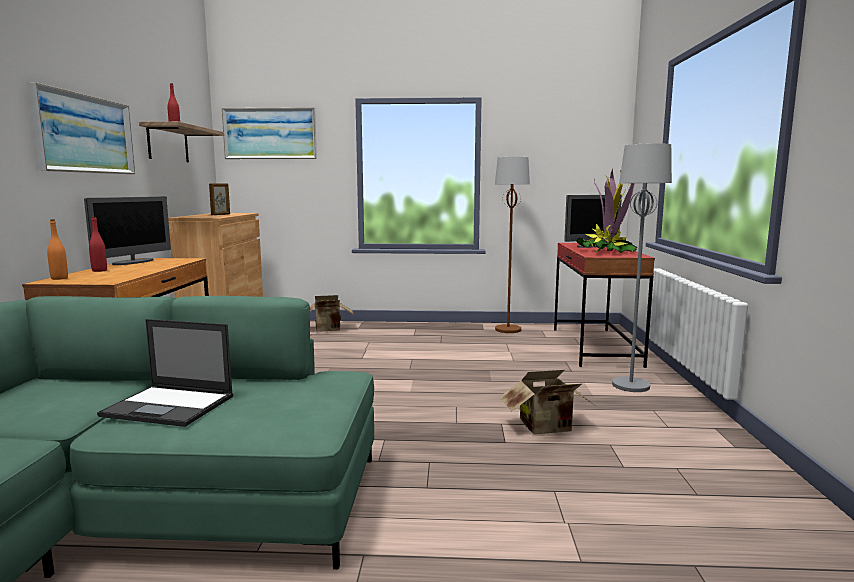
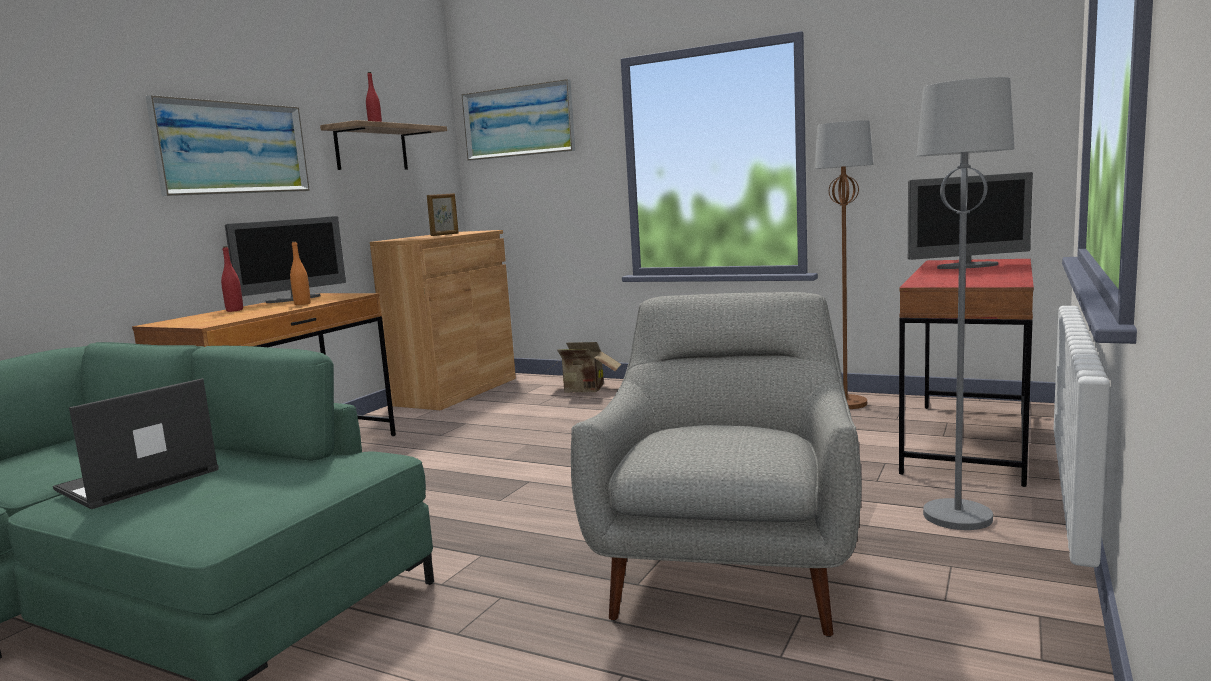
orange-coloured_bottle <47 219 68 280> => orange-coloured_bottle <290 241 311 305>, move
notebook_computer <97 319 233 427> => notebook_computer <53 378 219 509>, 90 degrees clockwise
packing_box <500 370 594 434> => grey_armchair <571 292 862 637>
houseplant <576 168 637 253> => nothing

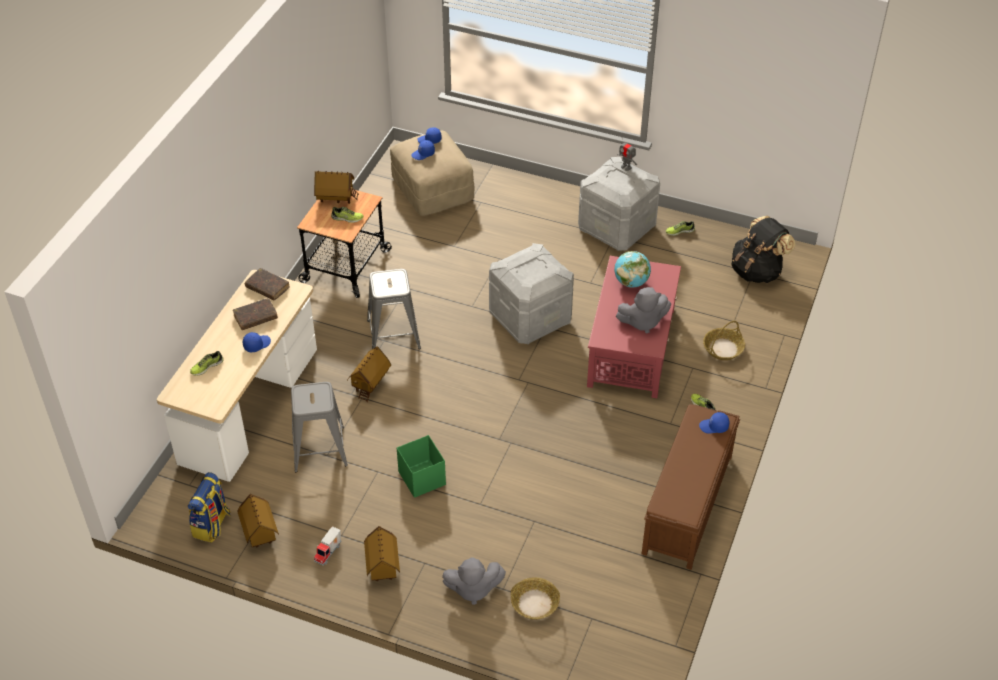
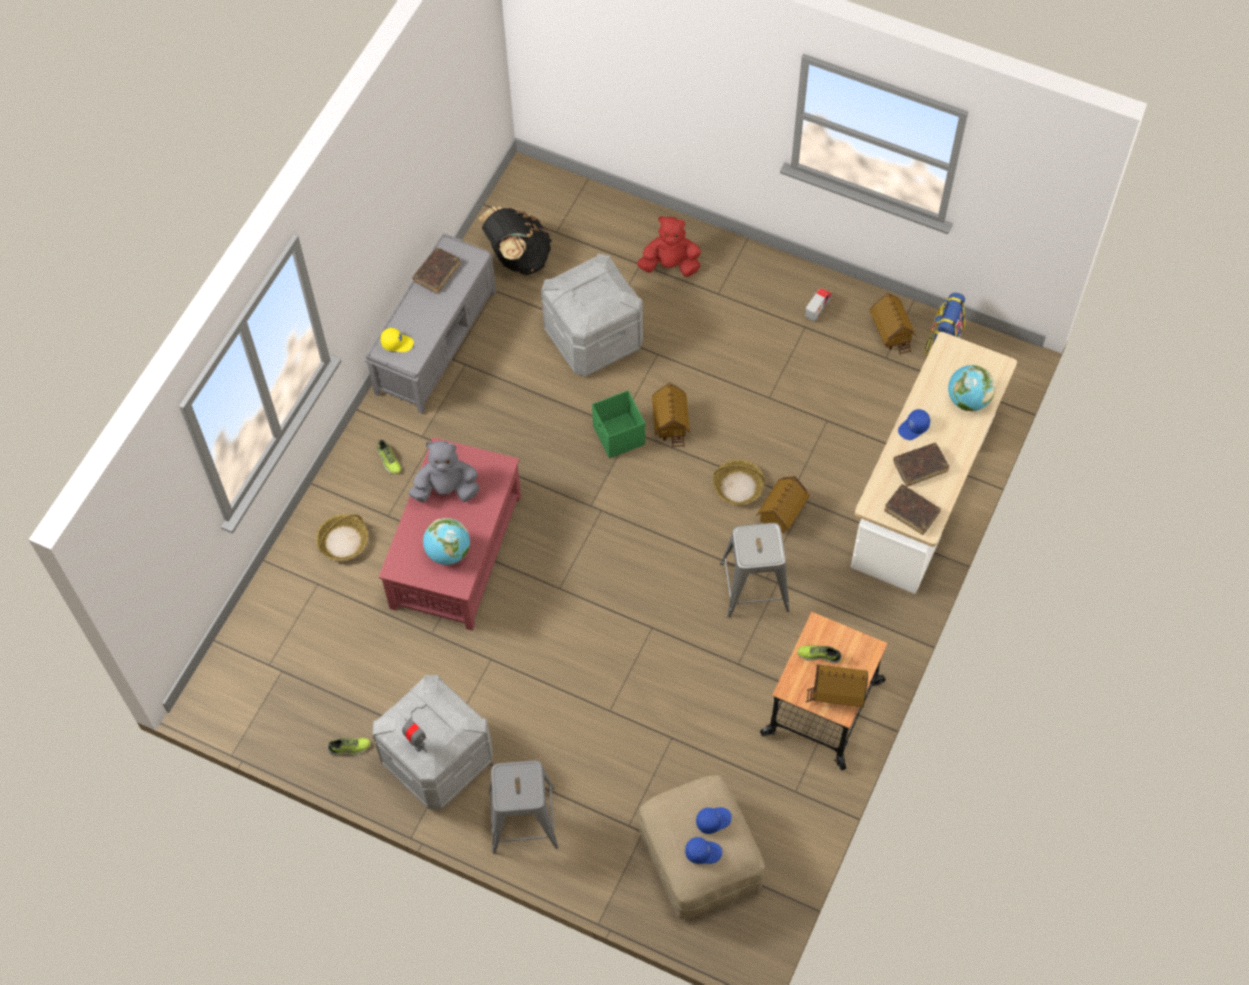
item_of_footwear <190 351 224 376> => globe <948 365 995 411>
grey_stool_seat <291 382 348 472> => grey_stool_seat <489 761 558 854>, move
toy_house <364 526 400 581> => toy_house <652 383 690 448>, move
green-coloured_storage_bin <397 435 446 498> => green-coloured_storage_bin <592 390 645 458>, move
grey_plush_toy <442 557 506 605> => red-coloured_plush_toy <637 216 701 277>
grey_storage_bin <489 243 574 344> => grey_storage_bin <541 254 643 376>, move
basket <511 577 560 620> => basket <713 459 765 505>, move
brown-coloured_long_seat <642 404 740 570> => grey_long_seat <365 233 496 414>
bluish_peaked_cap <699 412 729 433> => yellowish_peaked_cap <381 328 414 352>
blackish_rucksack <732 216 795 283> => blackish_rucksack <478 206 552 275>, move
nothing => brown-coloured_book <413 248 460 294>

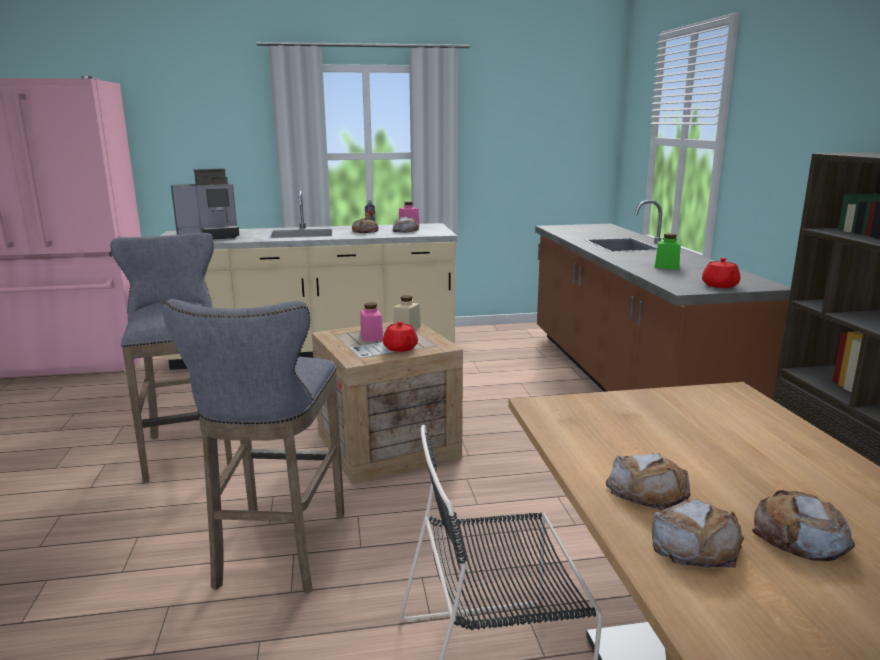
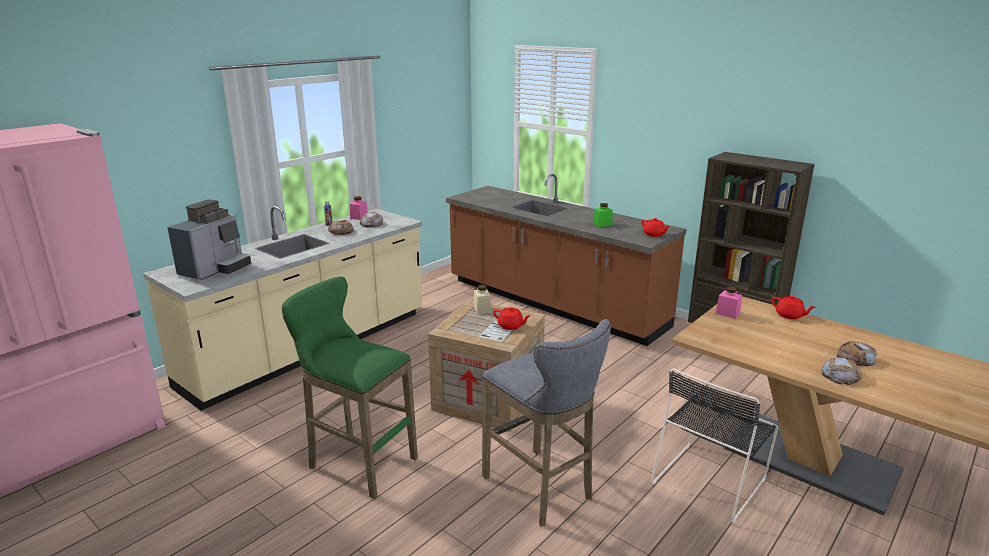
grey_stool_seat <111 233 232 483> => green-coloured_stool_seat <282 276 418 499>
pinkish_preserve_jar <361 302 383 342> => pinkish_preserve_jar <716 286 742 319>, move
bakery_bread <606 453 690 510> => nothing
nothing => red-coloured_teapot <771 296 815 319>

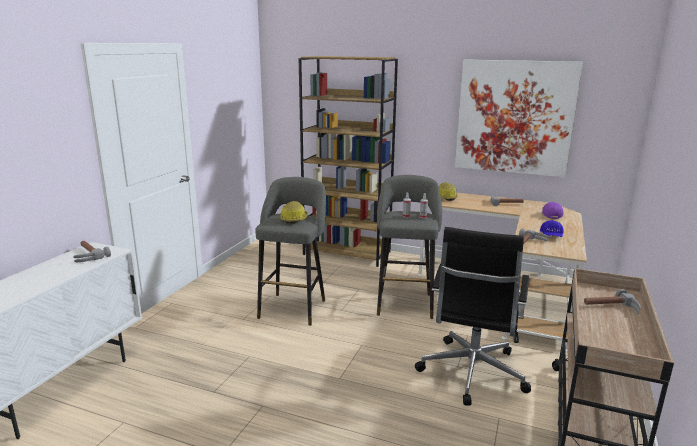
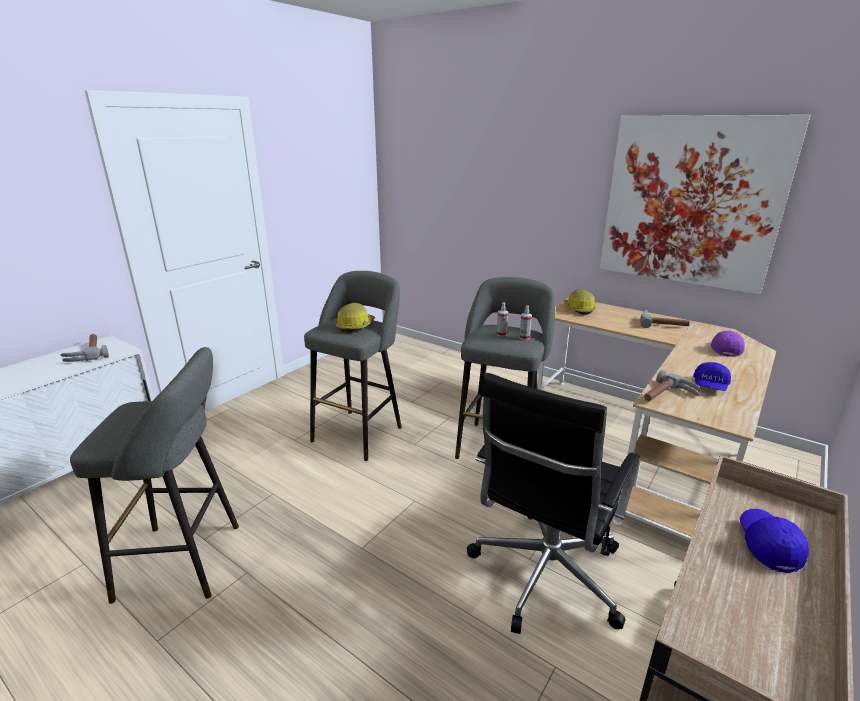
brown-coloured_bookshelf <299 56 398 267> => nothing
hand_hammer <584 289 641 314> => bluish_peaked_cap <740 509 809 573>
nothing => grey_stool_seat <70 347 239 604>

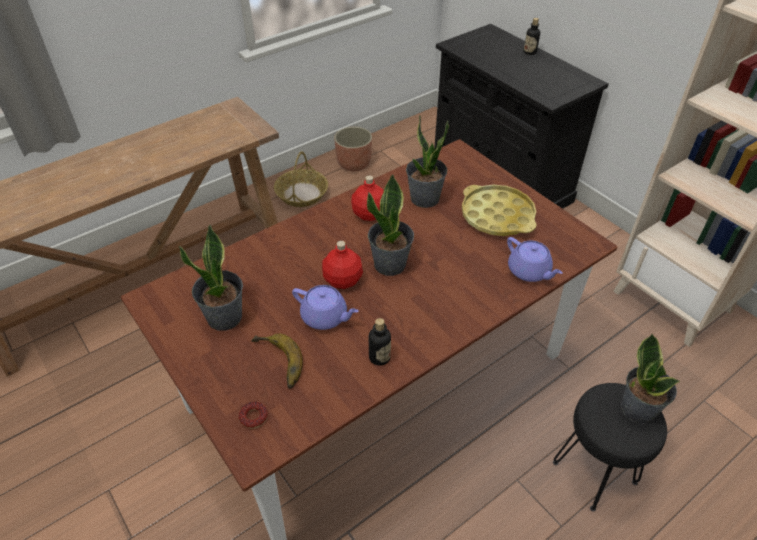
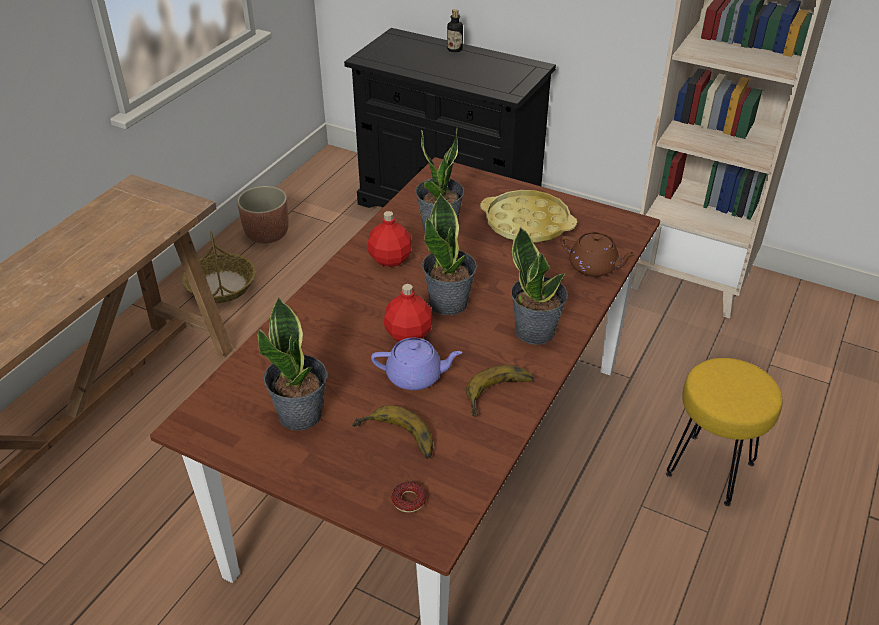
bottle <369 318 391 366> => banana <466 365 534 417>
purple-coloured_teapot <507 237 563 282> => brown-coloured_teapot <561 232 637 277>
blackish_stool_seat <553 383 667 512> => yellowish_stool_seat <666 358 783 506>
houseplant <621 334 679 424> => houseplant <511 227 568 345>, move

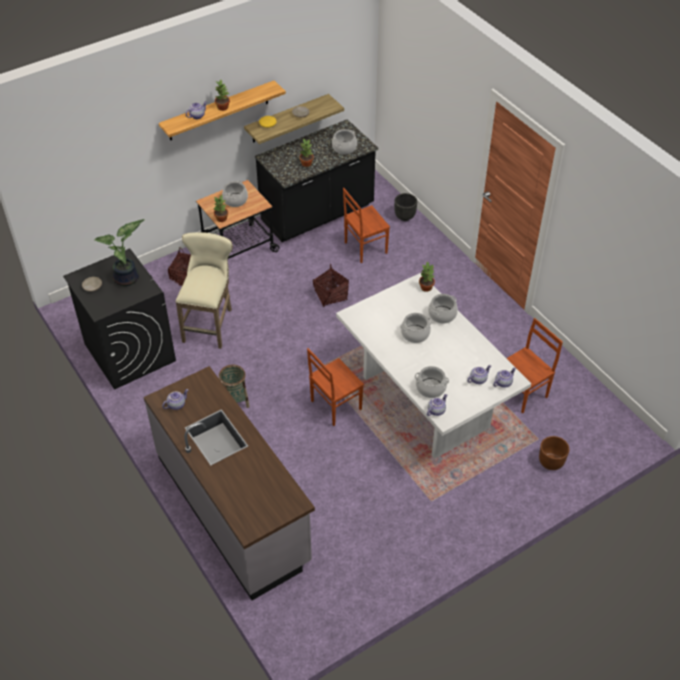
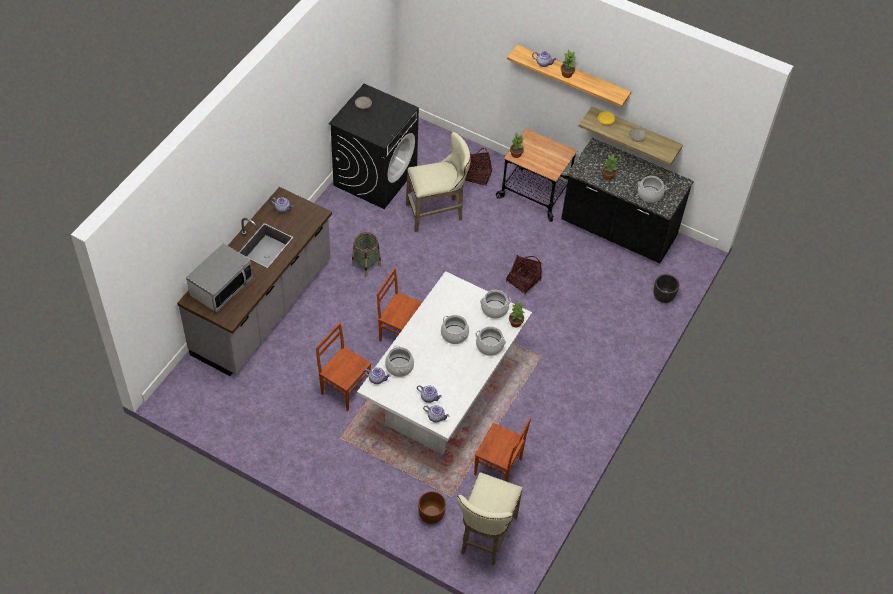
houseplant <94 219 145 286> => nothing
stockpot <222 181 248 207> => stockpot <480 290 511 319>, move
brown-coloured_upright_chair <343 188 390 263> => brown-coloured_upright_chair <316 322 371 411>, move
nothing => kitchen_microwave <186 243 253 313>
nothing => beige-coloured_stool_seat <457 472 523 565>

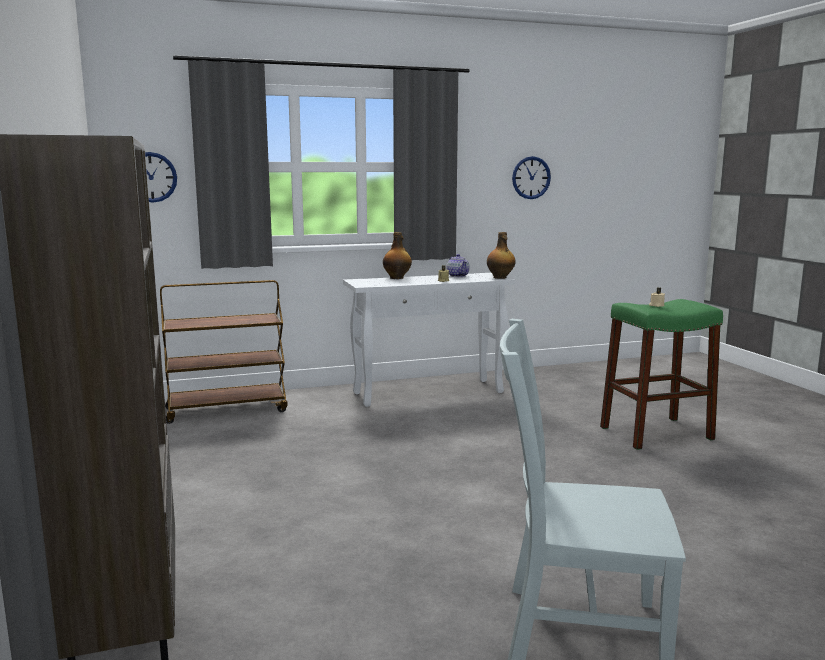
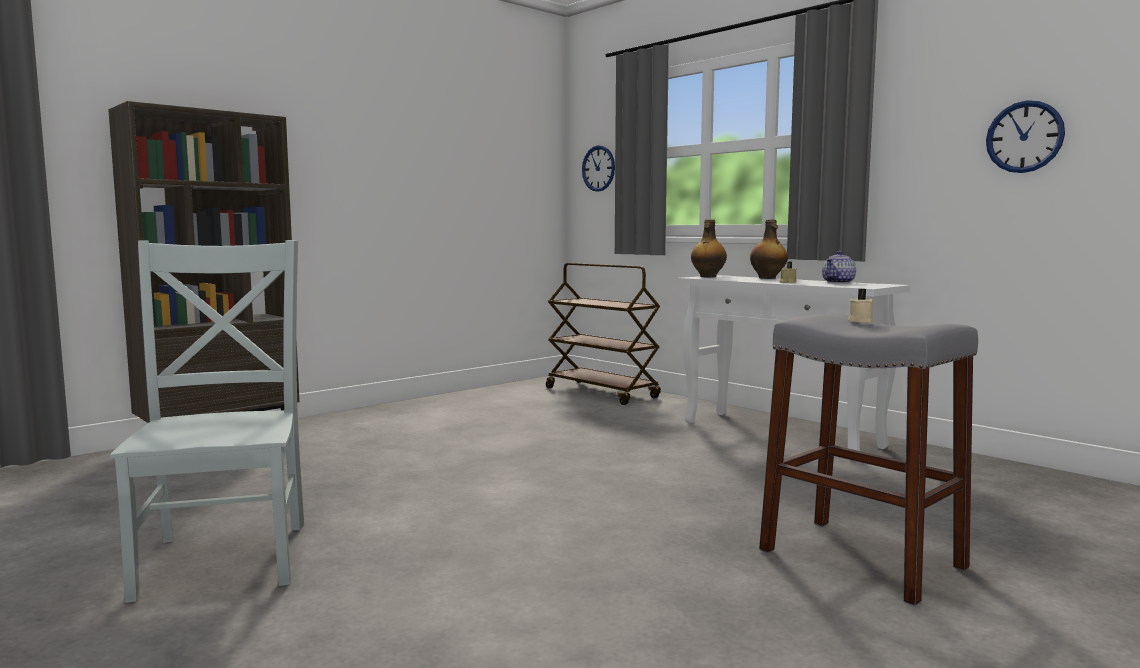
bottle <487 232 516 279> => bottle <691 219 727 277>, move
green-coloured_stool_seat <600 299 723 450> => grey_stool_seat <759 314 978 606>

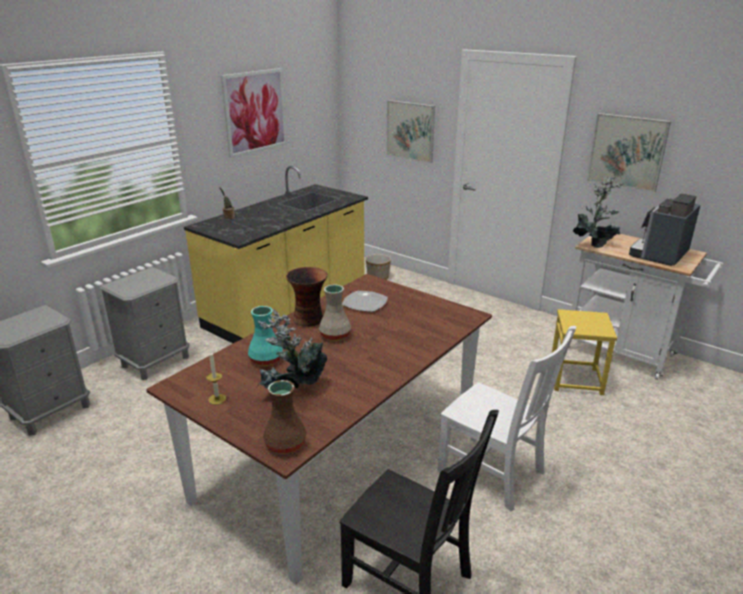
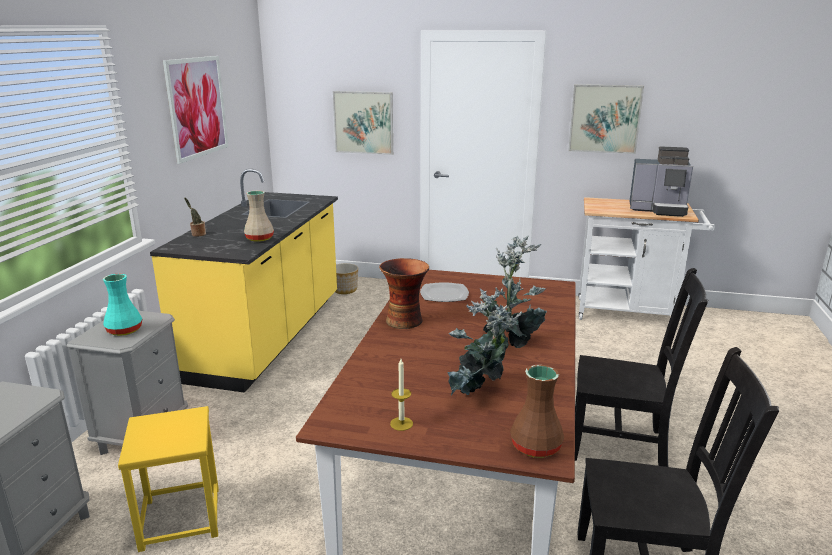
turquoise_flower_vase <248 306 283 366> => turquoise_flower_vase <103 274 142 336>, move
beige-coloured_flower_vase <319 285 351 341> => beige-coloured_flower_vase <244 191 274 242>, move
white-coloured_upright_chair <437 326 576 511> => blackish_upright_chair <575 268 708 467>
yellowish_stool_seat <552 309 617 395> => yellowish_stool_seat <118 406 219 552>, move
houseplant <573 177 624 248> => houseplant <483 236 547 348>, move
coffee_brewer <629 194 700 266> => coffee_brewer <629 146 693 217>, 90 degrees counterclockwise

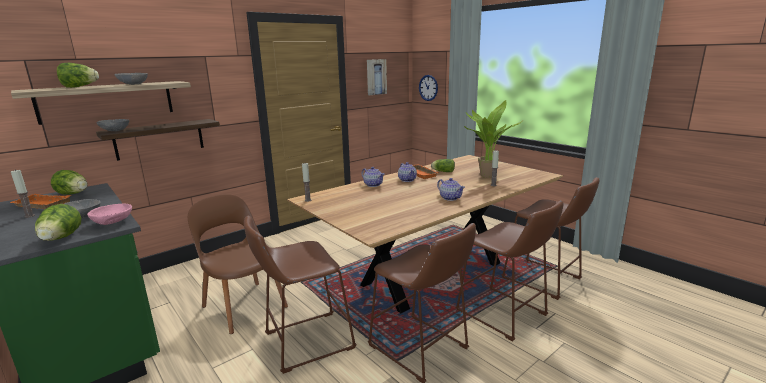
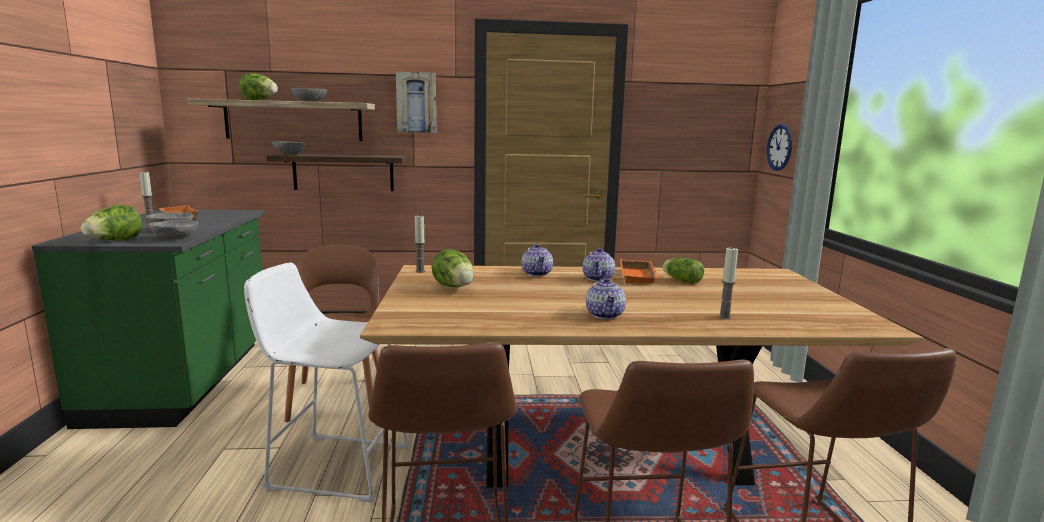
lettuce_head <51 170 88 195> => lettuce_head <432 249 474 287>, move
pinkish_serving_bowl <87 204 132 225> => grey_serving_bowl <148 220 198 239>
brown-coloured_stool_seat <244 216 357 374> => white-coloured_stool_seat <244 263 409 503>
picture <367 59 387 95> => picture <396 72 436 133>, move
houseplant <464 100 522 178> => nothing

